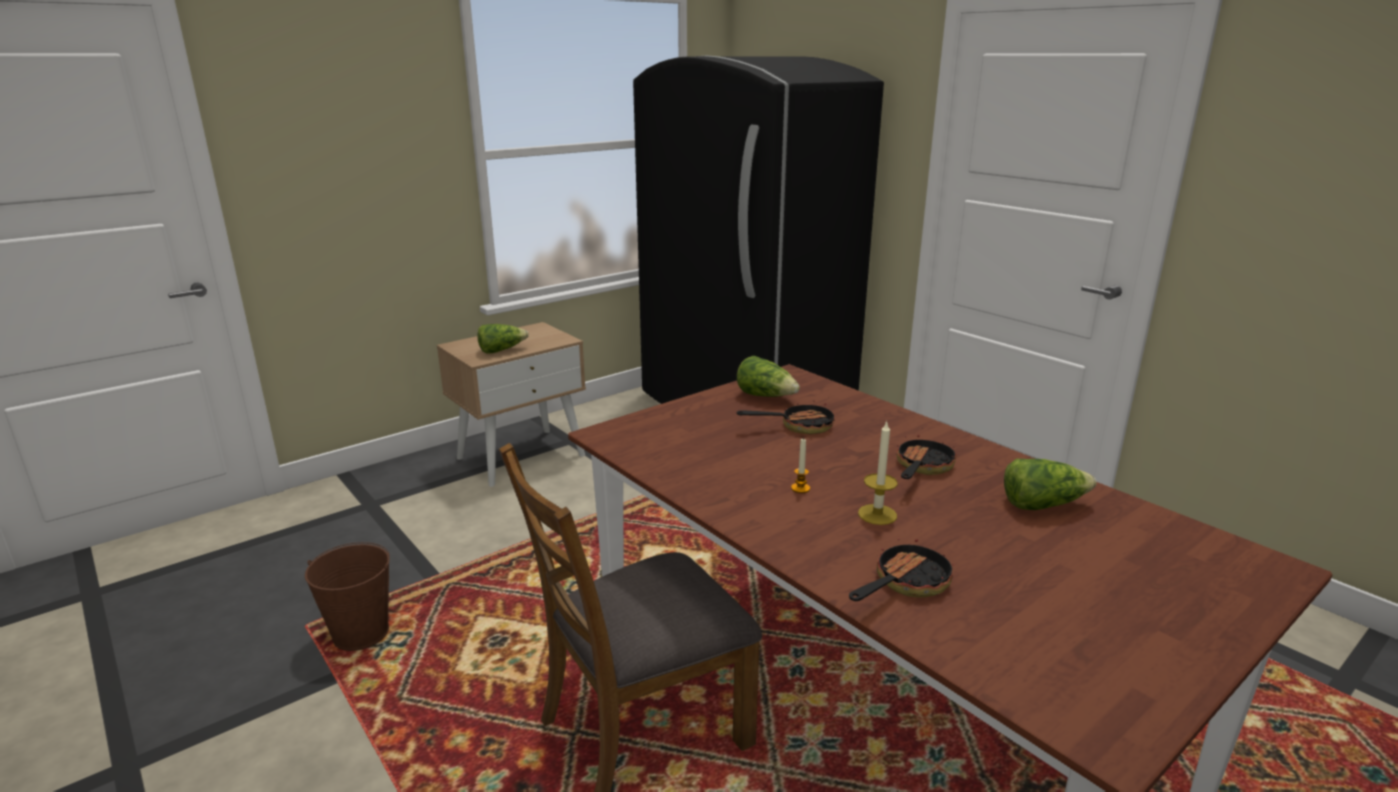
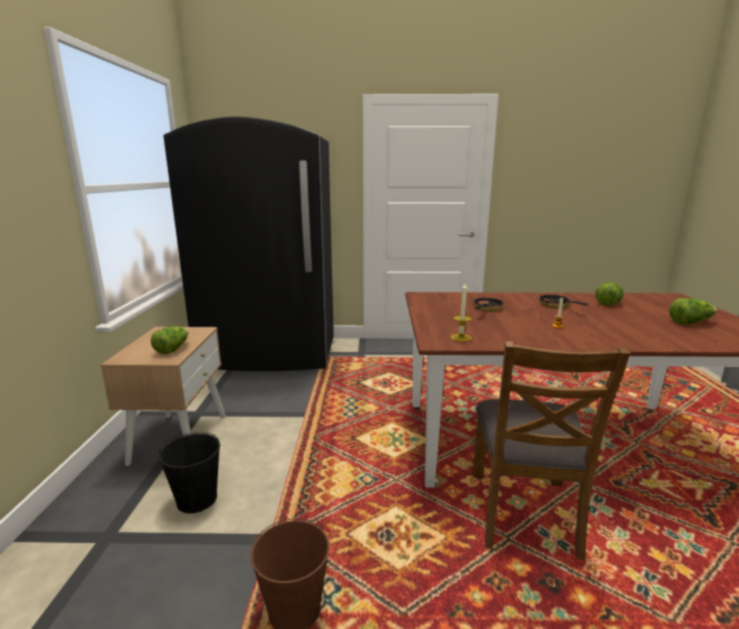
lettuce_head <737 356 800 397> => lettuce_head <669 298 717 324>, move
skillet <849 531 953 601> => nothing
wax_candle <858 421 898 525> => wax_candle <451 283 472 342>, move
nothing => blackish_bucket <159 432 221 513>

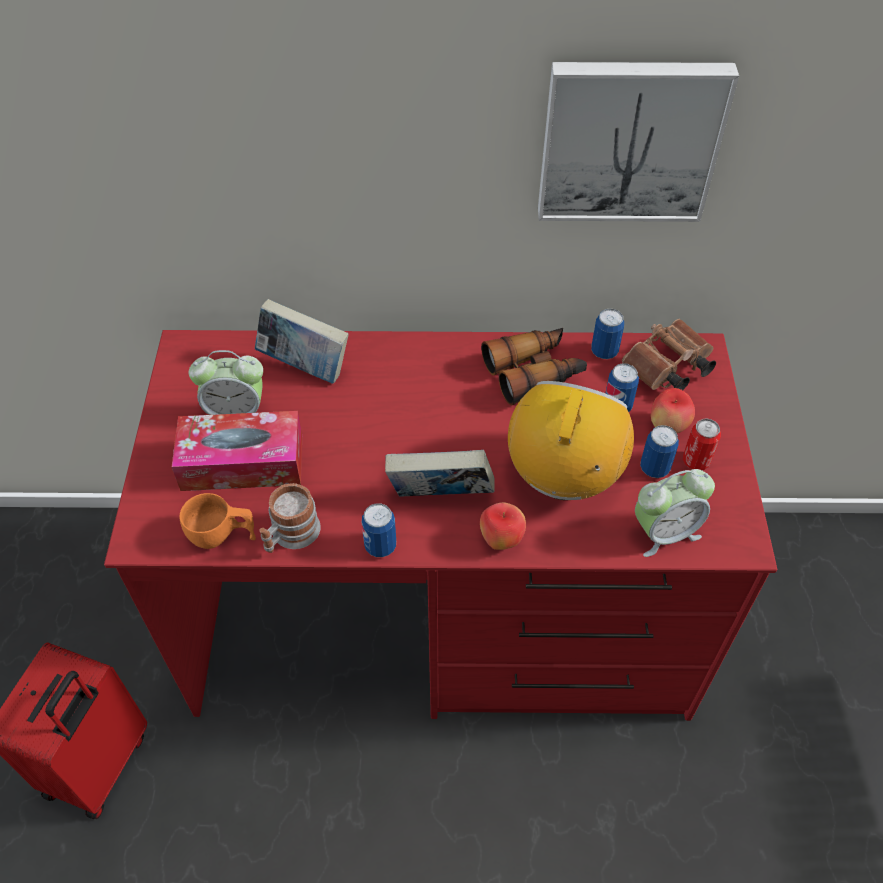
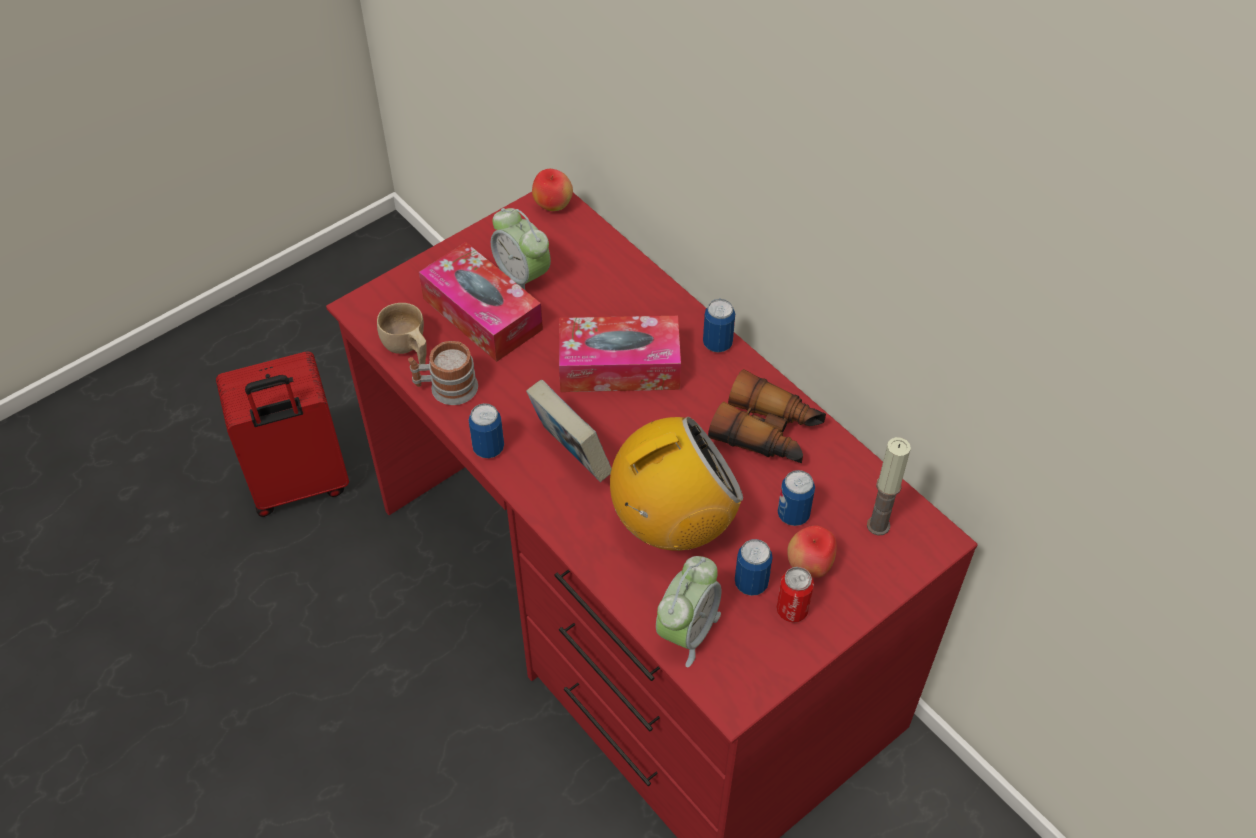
orange-coloured_cup <180 493 256 549> => beige-coloured_cup <377 303 427 364>
book <255 299 349 384> => nothing
whole_apple <480 502 526 550> => whole_apple <532 169 573 211>, move
picture <538 62 739 222> => nothing
can <591 309 624 359> => can <703 299 735 352>, move
brown-coloured_binoculars <622 319 716 390> => wax_candle <867 437 911 536>
table_clock <635 469 715 557> => table_clock <656 556 721 667>, 90 degrees counterclockwise
nothing => tissue_holder <559 316 681 392>

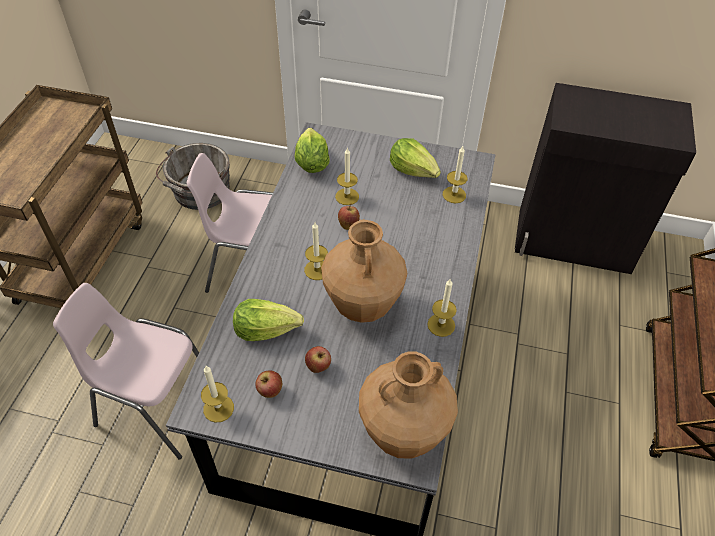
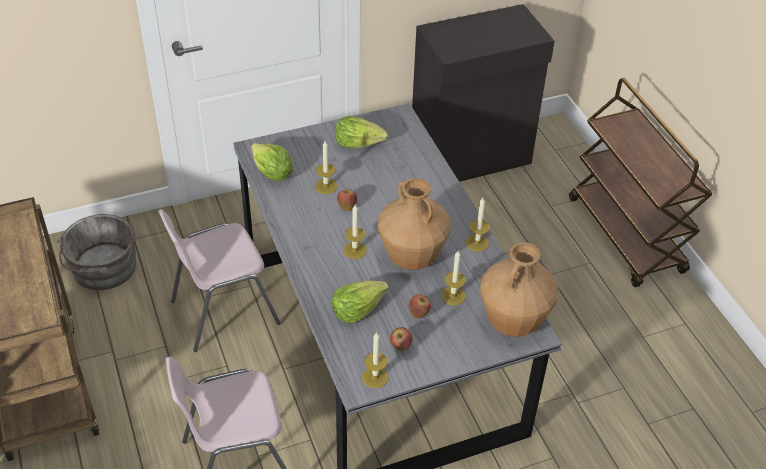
wax_candle <443 146 468 203> => wax_candle <441 251 466 305>, move

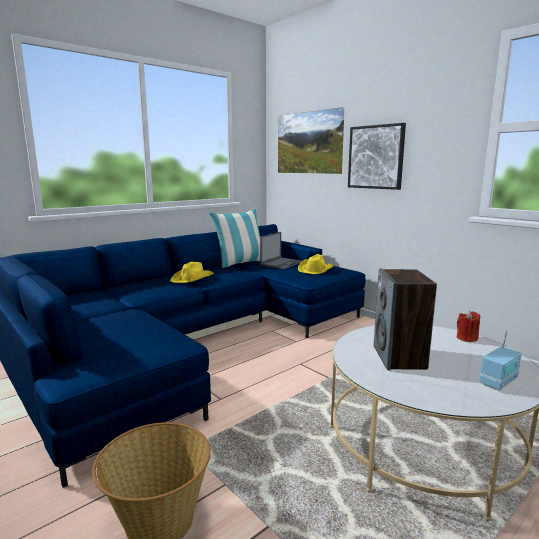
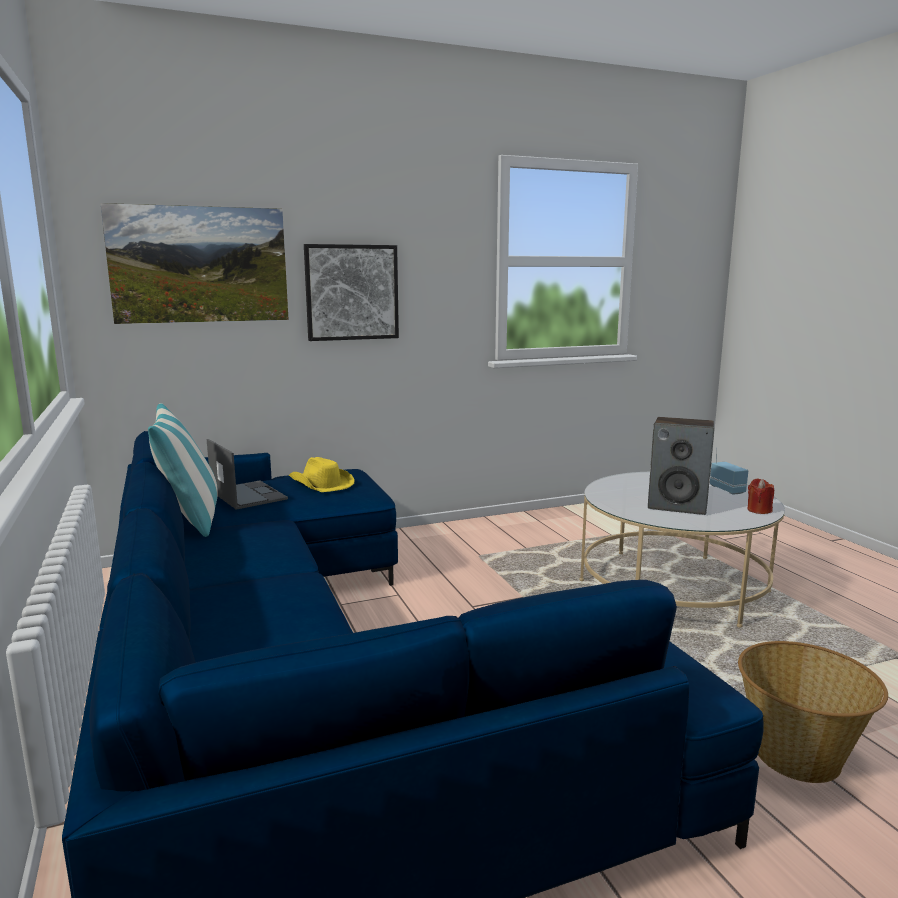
yellowish_wearable_hat <170 262 214 283> => nothing
red-coloured_wax_candle <457 311 480 342> => red-coloured_wax_candle <747 478 774 514>, move

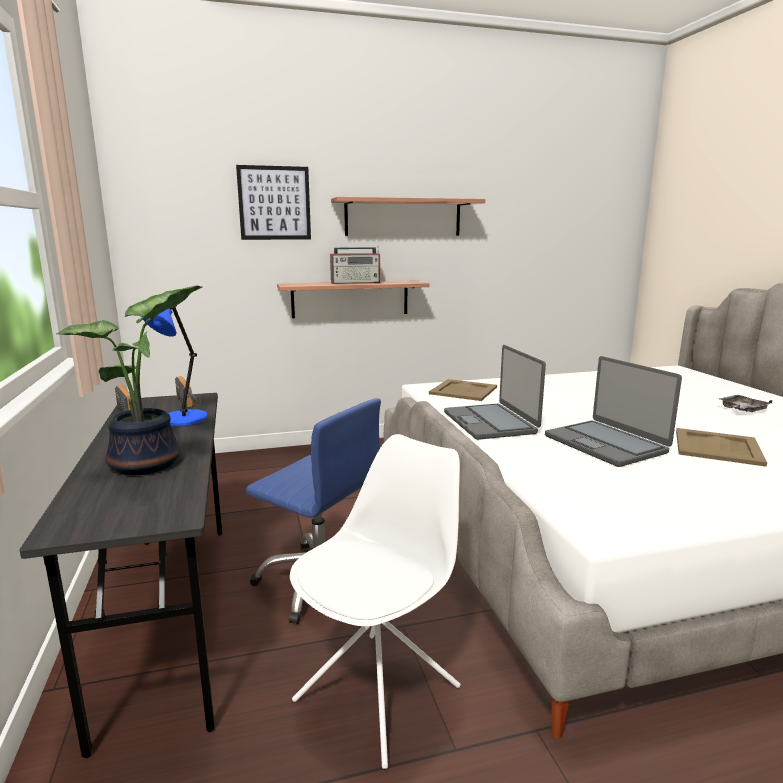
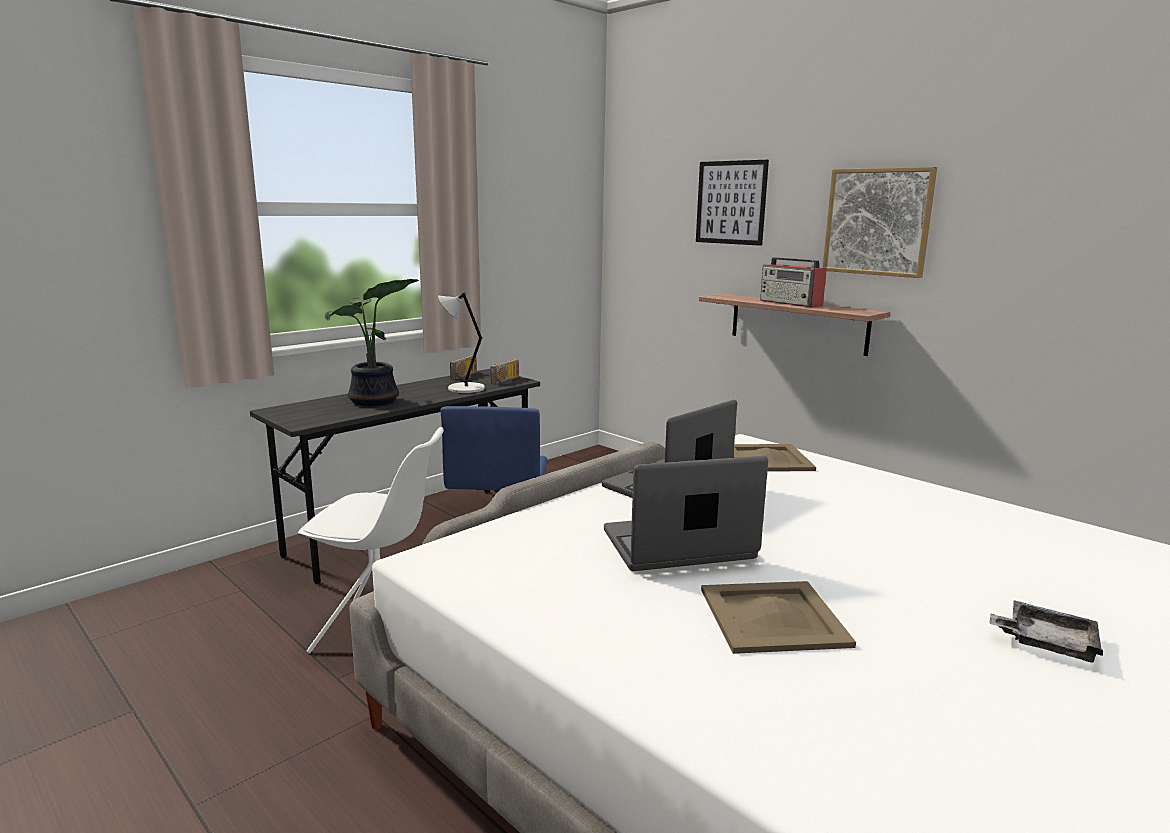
bluish_table_lamp <141 305 208 426> => grey_table_lamp <438 292 485 393>
bracket_shelf <331 197 485 236> => picture <823 167 937 278>
notebook_computer <545 356 682 467> => notebook_computer <604 456 768 571>, 45 degrees clockwise

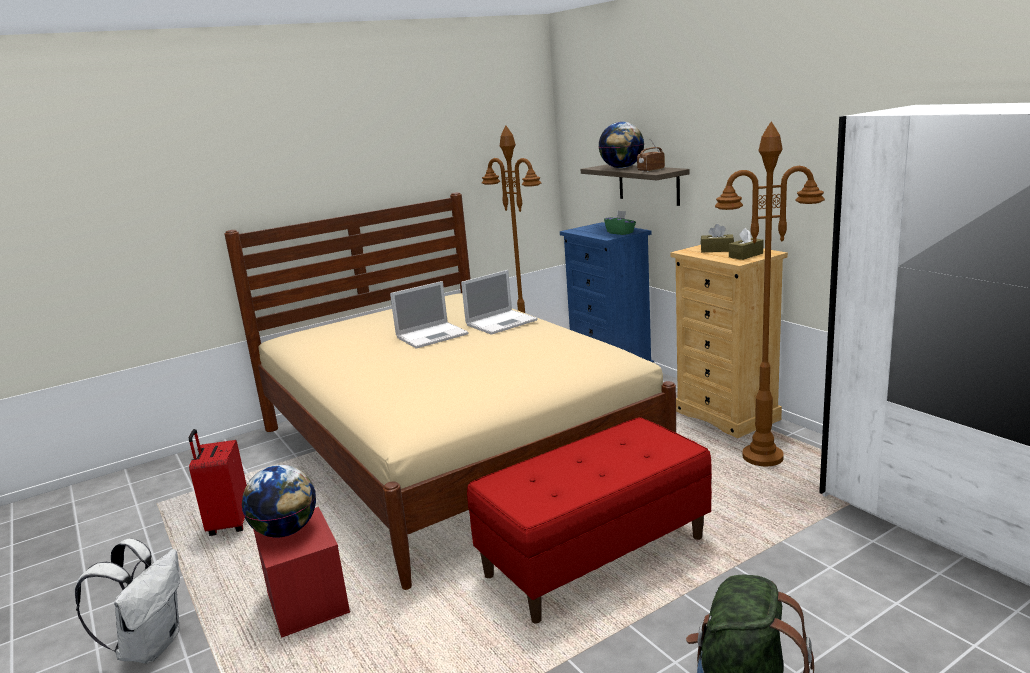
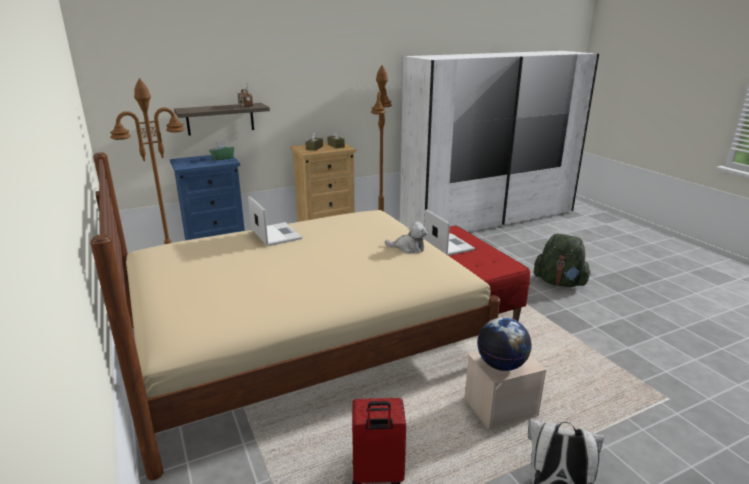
red-coloured_storage_bin <253 507 350 638> => beige-coloured_storage_bin <464 351 546 430>
notebook_computer <390 281 469 349> => notebook_computer <424 209 475 256>, move
globe <598 122 644 168> => nothing
nothing => plush_toy <385 222 428 254>

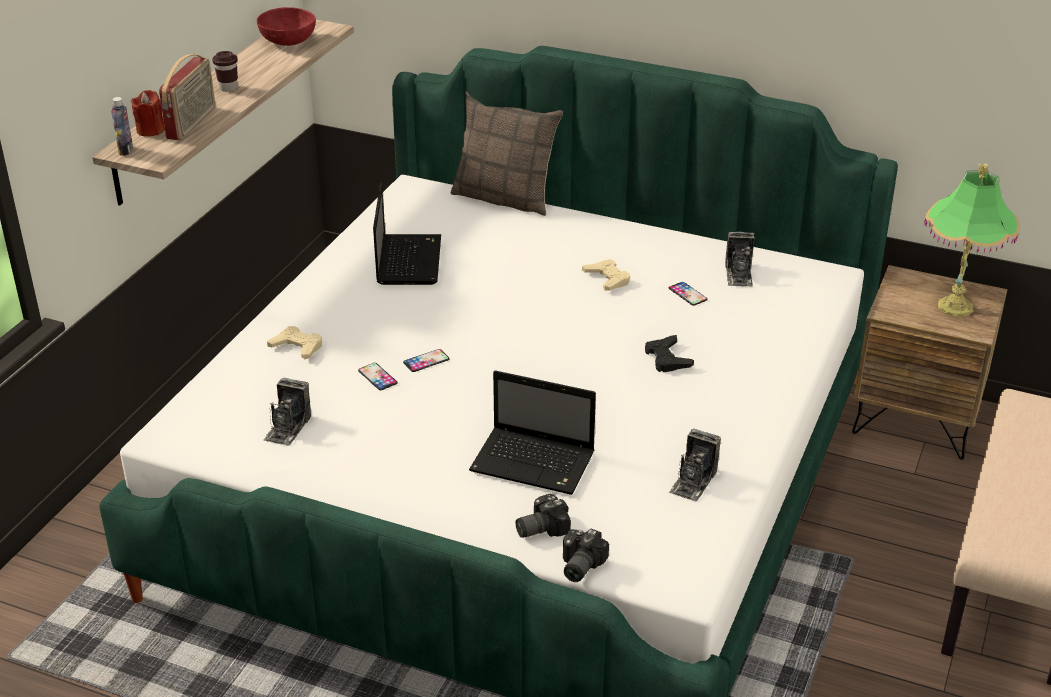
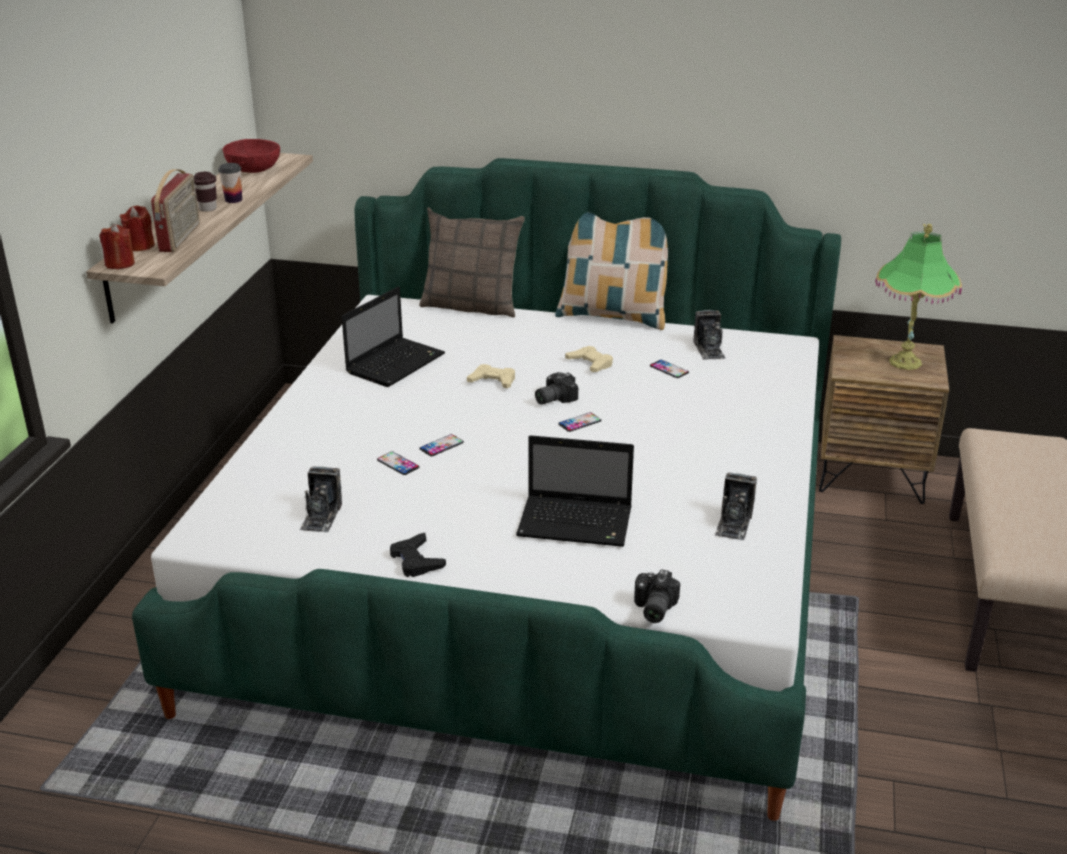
bottle <111 97 133 156> => red-coloured_wax_candle <99 224 135 269>
beige-coloured_joypad <267 326 322 359> => beige-coloured_joypad <467 364 515 388>, move
notebook_computer <373 184 441 285> => notebook_computer <342 287 445 387>, 45 degrees clockwise
still_camera <515 494 571 538> => still_camera <535 372 578 404>, move
blackish_joypad <645 335 694 372> => blackish_joypad <390 533 446 577>, move
nothing => cup <218 163 242 203>
nothing => cushion <555 212 668 330>
nothing => phone <558 412 601 432>

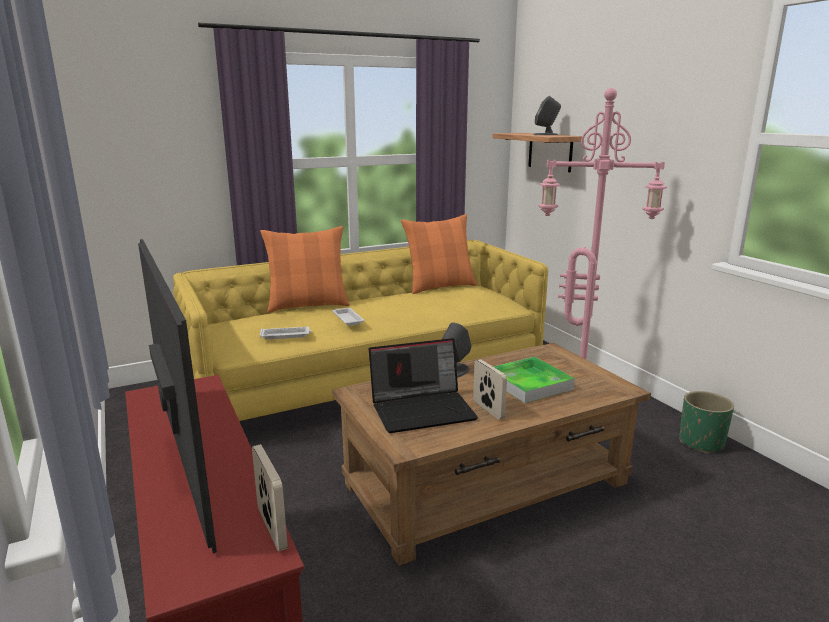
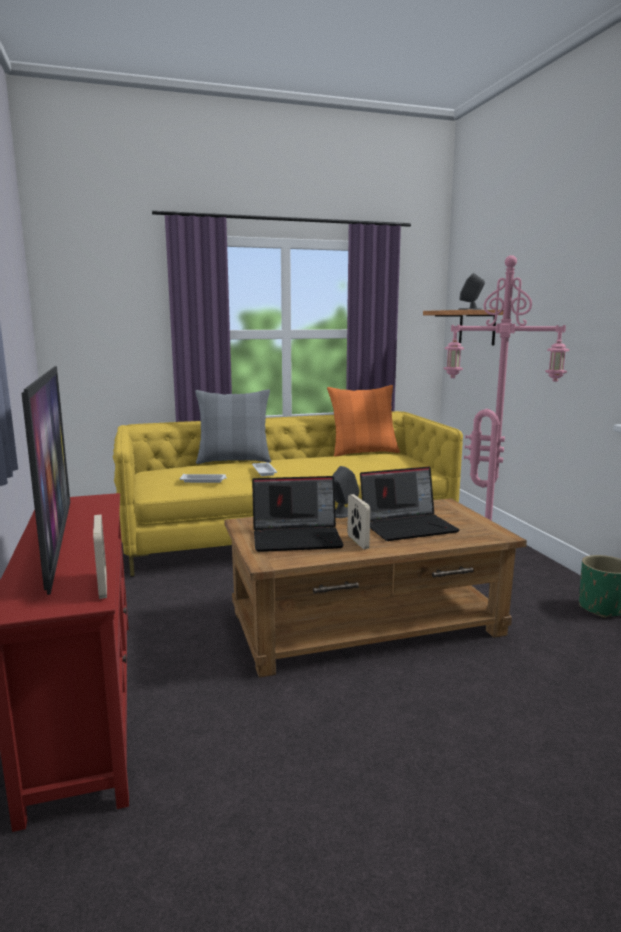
orange-coloured_cushion <260 226 350 312> => grey_cushion <195 389 271 464>
serving_tray <494 357 575 403> => notebook_computer <360 467 460 541>

